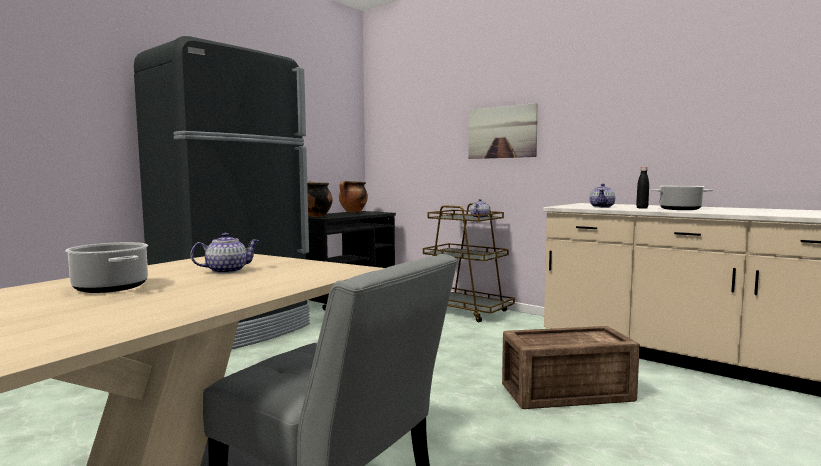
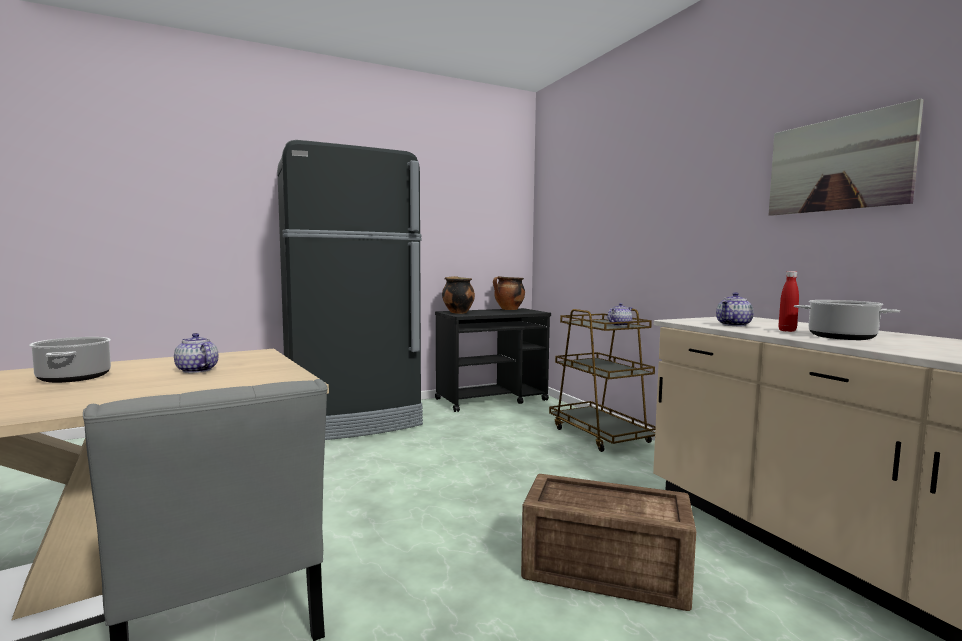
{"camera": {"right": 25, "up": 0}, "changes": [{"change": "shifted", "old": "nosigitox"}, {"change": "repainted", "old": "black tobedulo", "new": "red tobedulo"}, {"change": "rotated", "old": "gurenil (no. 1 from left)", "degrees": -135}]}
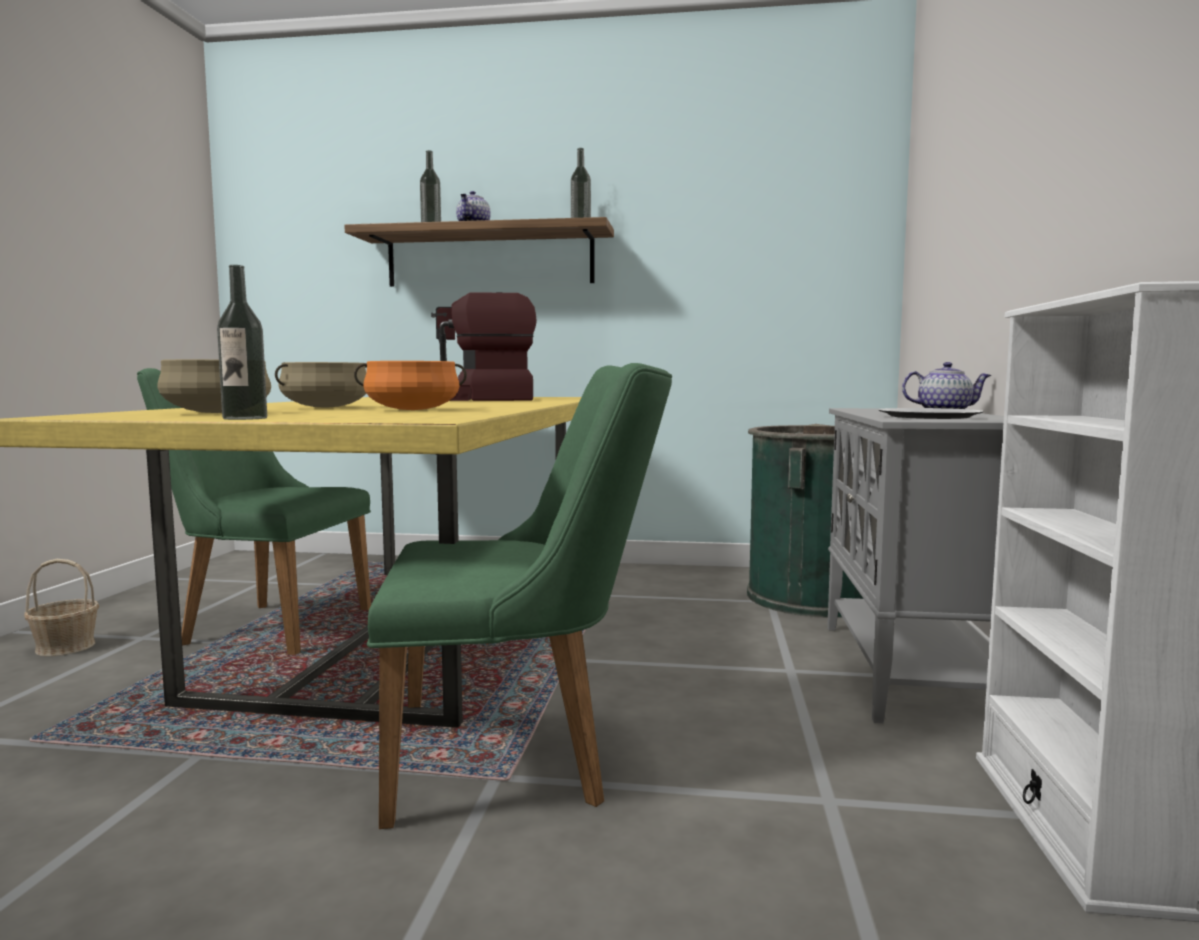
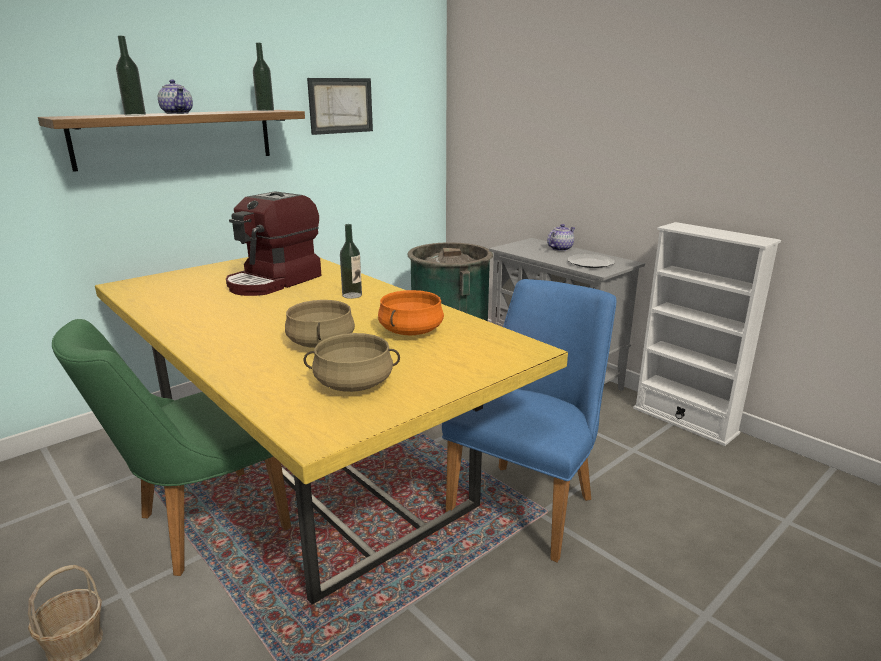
{"camera": {"right": -50, "up": 15}, "changes": [{"change": "shifted", "old": "tobedulo (no. 1 from left in the first image)", "new": "tobedulo (no. 3 from left)"}, {"change": "repainted", "old": "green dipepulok (no. 2 from left)", "new": "blue dipepulok"}, {"change": "new", "new": "nosigitox"}]}
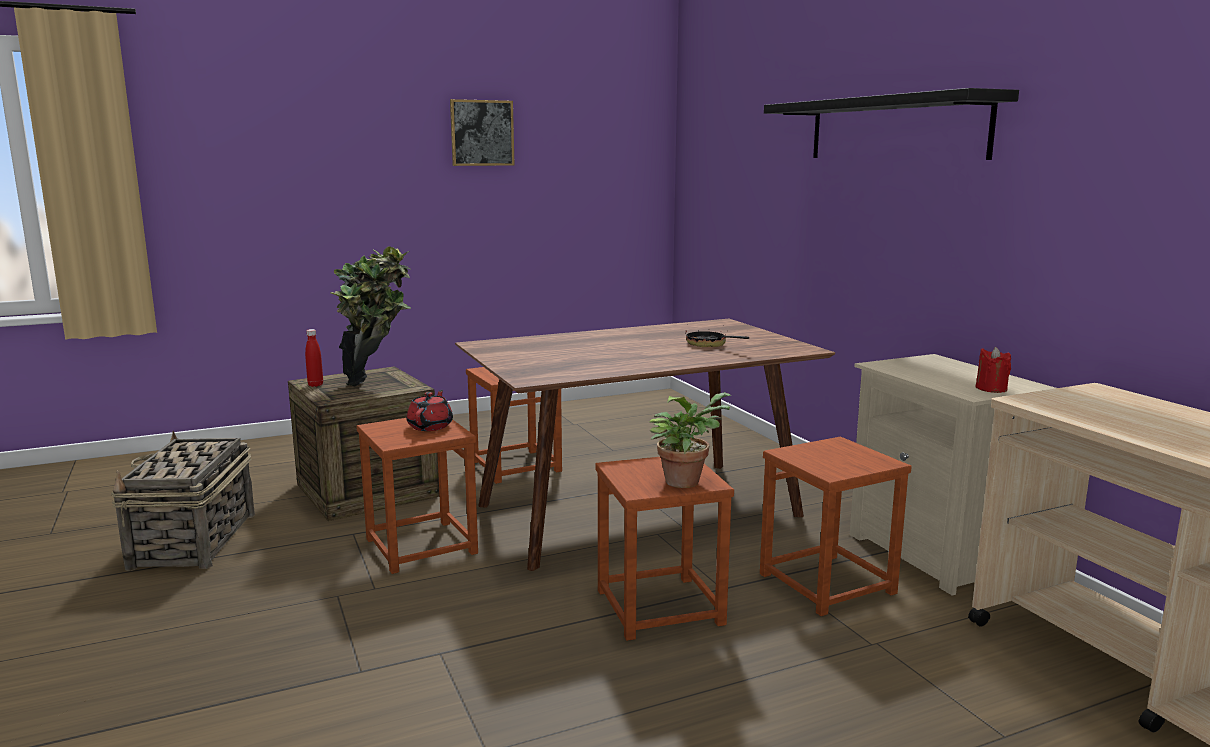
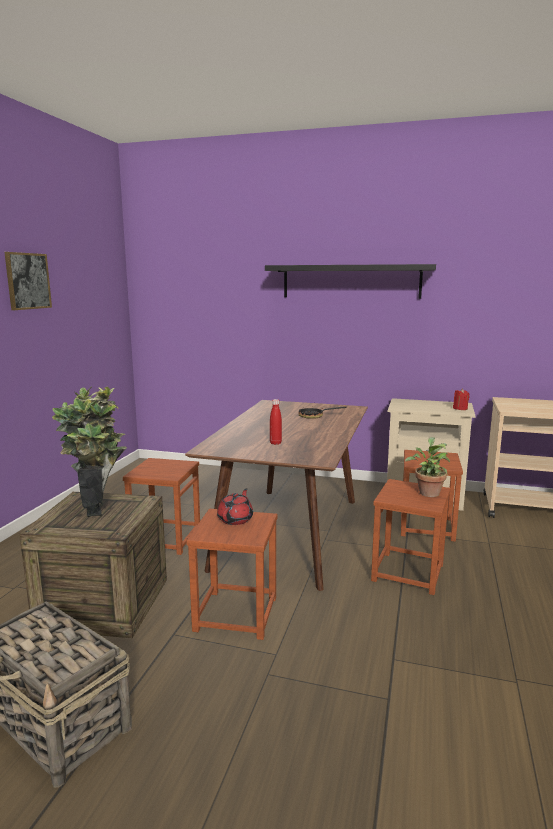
{"camera": {"right": -50, "up": 0}, "changes": [{"change": "shifted", "old": "red tobedulo"}, {"change": "rotated", "old": "red gurenil", "degrees": 60}]}
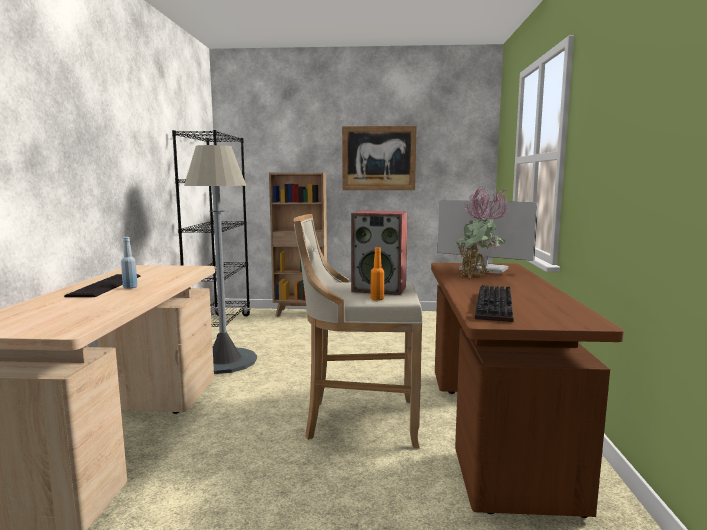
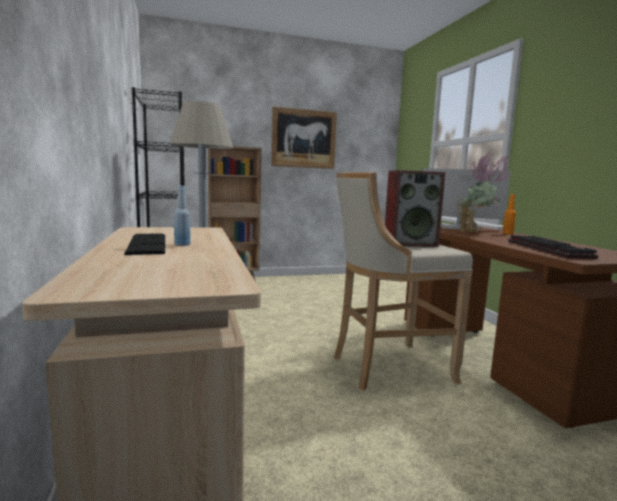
{"camera": {"right": -20, "up": 0}, "changes": [{"change": "shifted", "old": "orange tobedulo"}]}
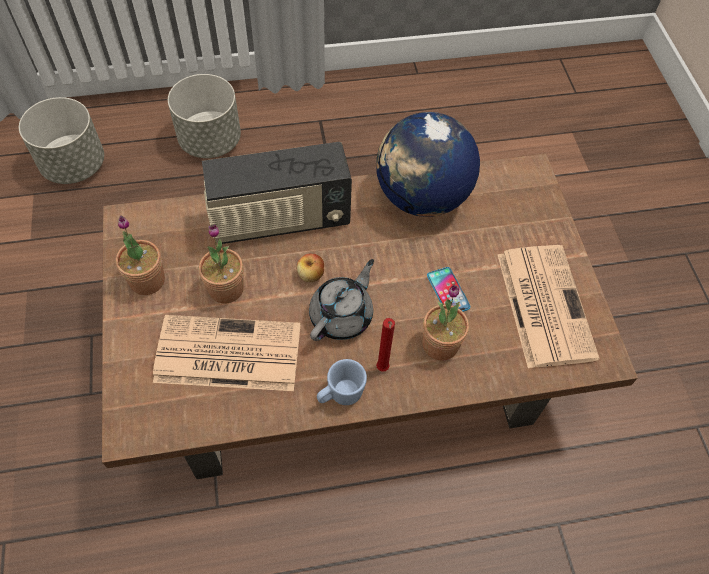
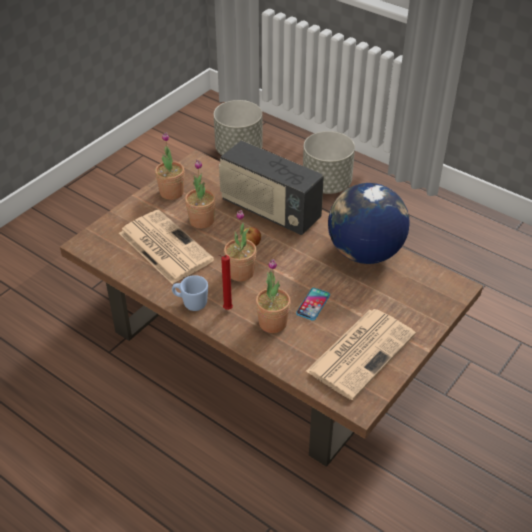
{"camera": {"right": 50, "up": -15}, "changes": [{"change": "swapped", "old": "grey gurenil", "new": "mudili (no. 3 from left)"}]}
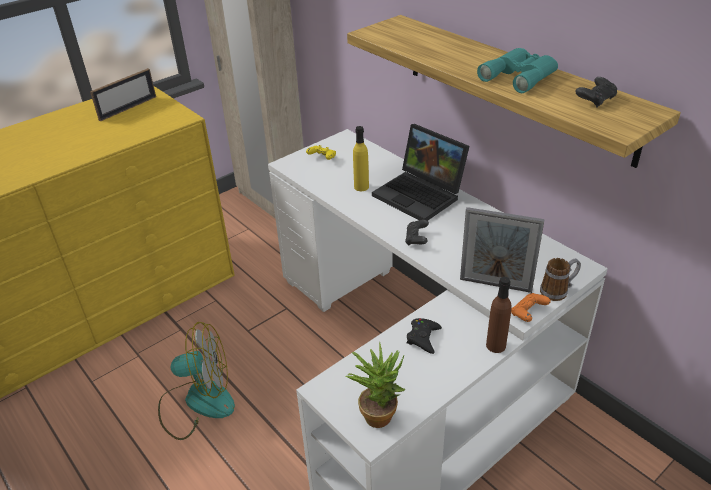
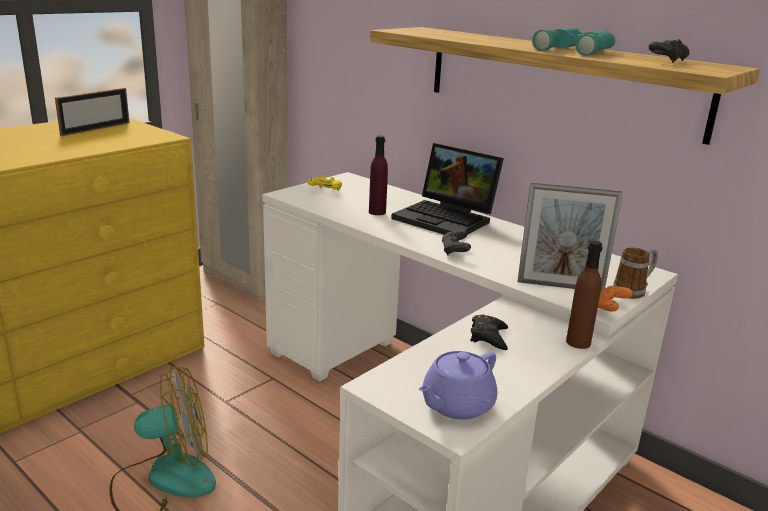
{"camera": {"right": -10, "up": -15}, "changes": [{"change": "repainted", "old": "yellow tobedulo", "new": "purple tobedulo"}, {"change": "swapped", "old": "mudili", "new": "purple gurenil"}]}
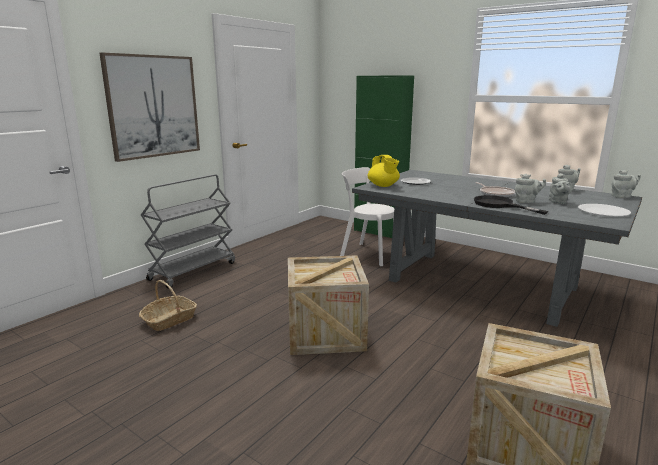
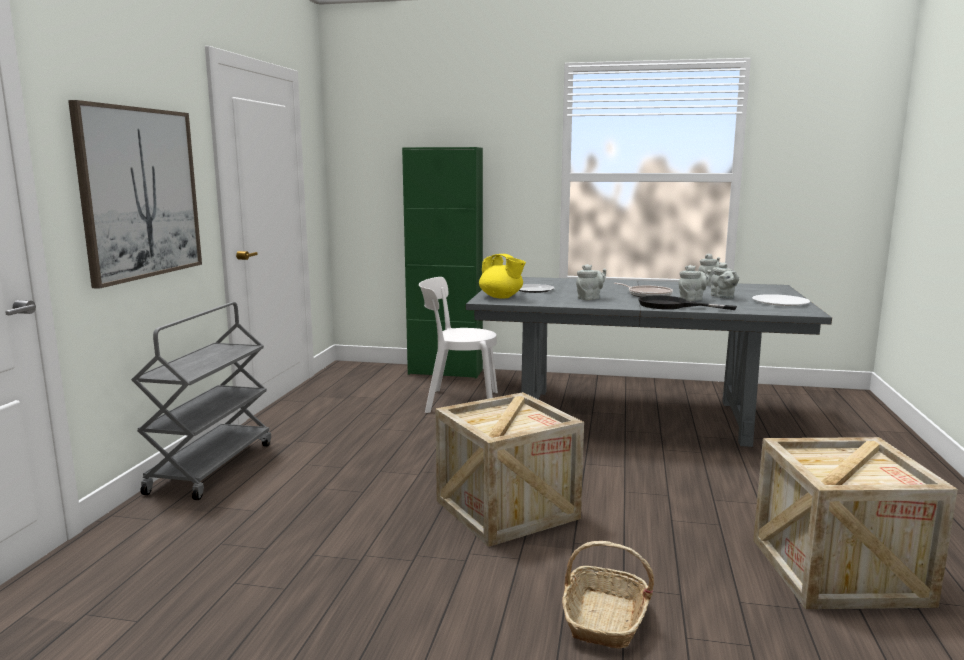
{"camera": {"right": -25, "up": -5}, "changes": [{"change": "shifted", "old": "grey gurenil (no. 4 from left in the first image)", "new": "grey gurenil (no. 1 from left)"}, {"change": "shifted", "old": "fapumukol"}]}
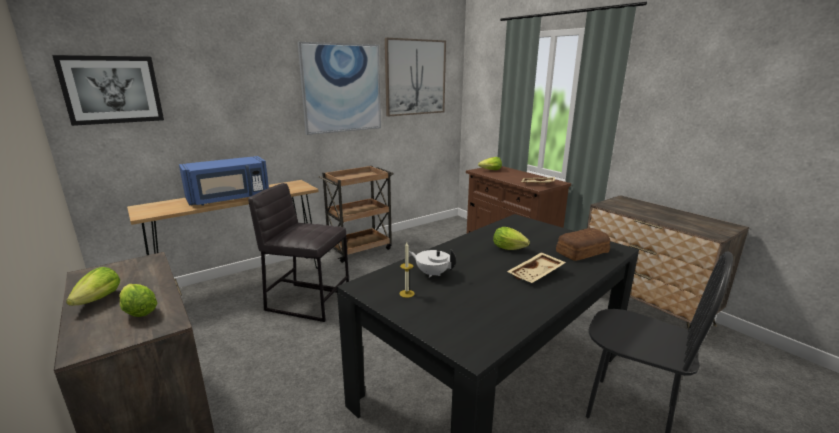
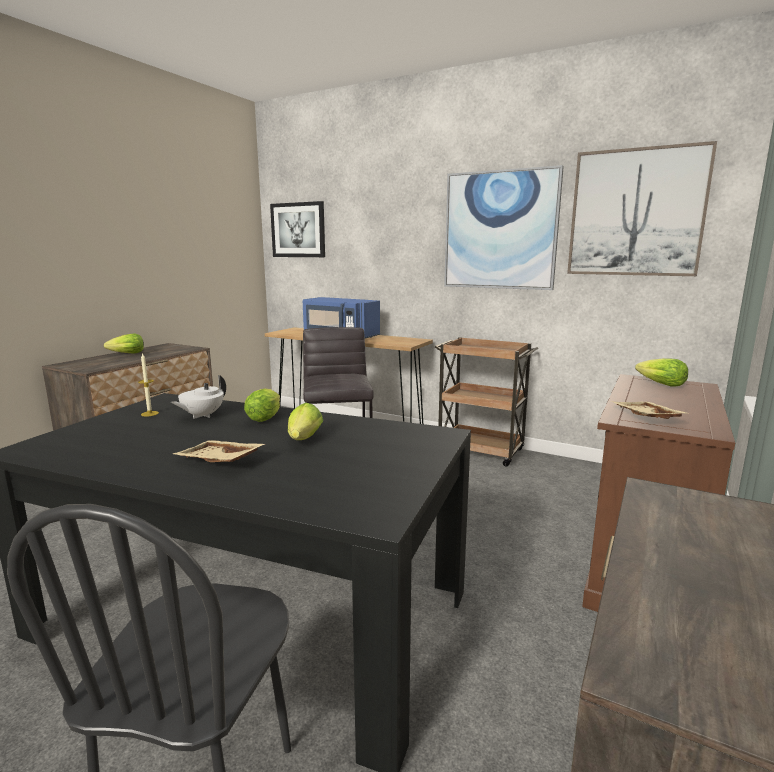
{"camera": {"right": 65, "up": -5}, "changes": [{"change": "gone", "old": "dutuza"}, {"change": "rotated", "old": "white gurenil", "degrees": -150}, {"change": "shifted", "old": "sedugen (no. 2 from left)"}]}
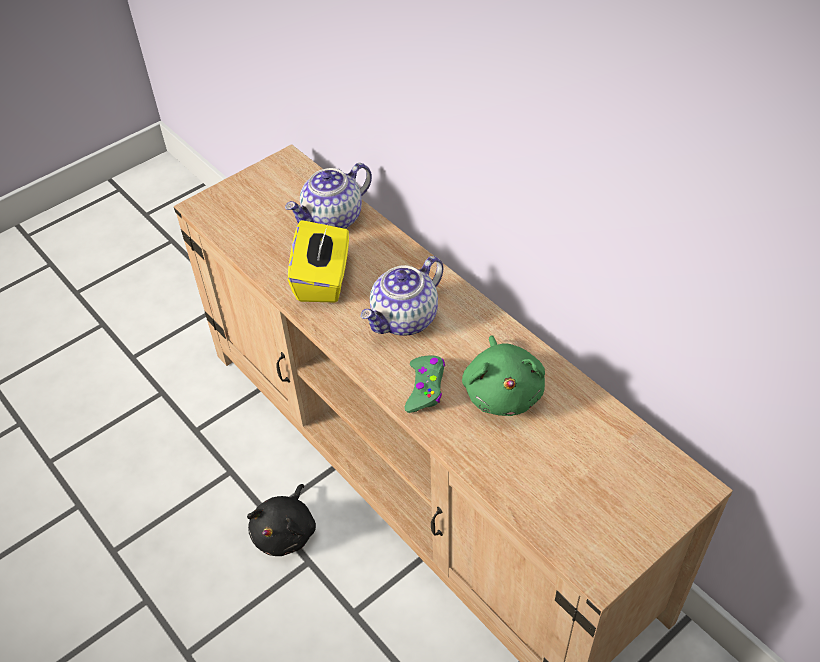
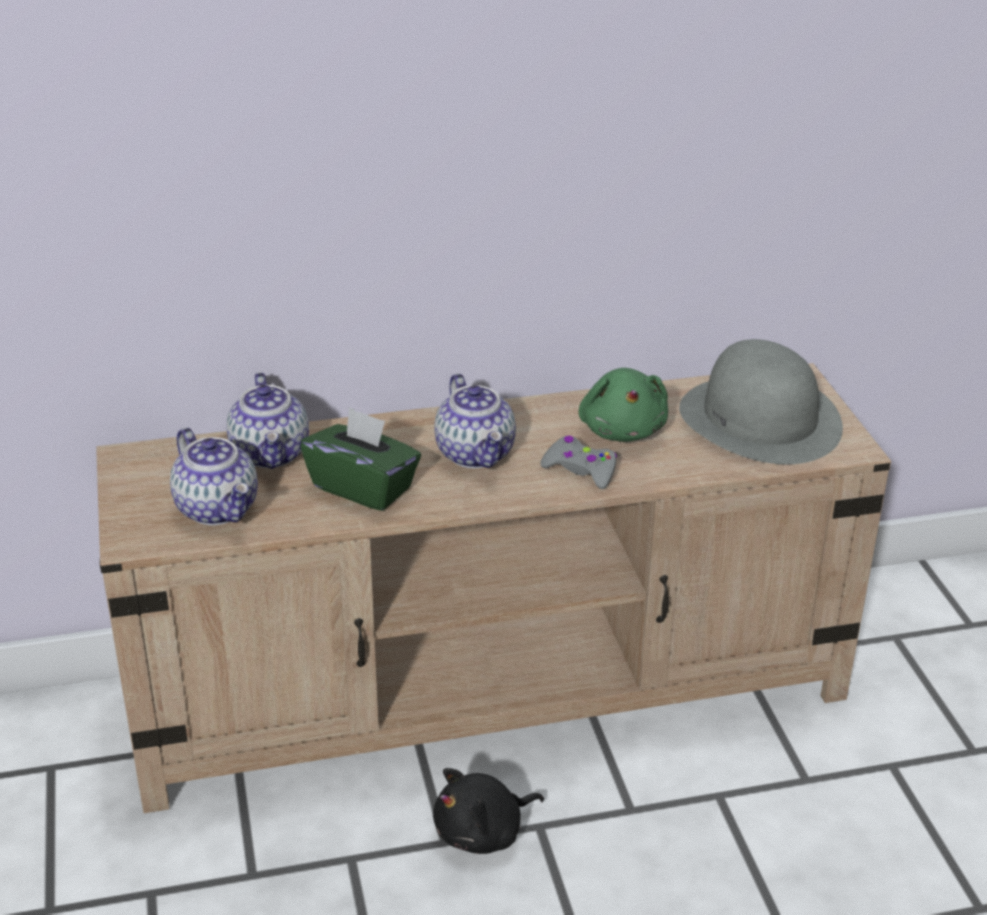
{"camera": {"right": -65, "up": -15}, "changes": [{"change": "repainted", "old": "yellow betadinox", "new": "green betadinox"}, {"change": "rotated", "old": "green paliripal", "degrees": 60}, {"change": "repainted", "old": "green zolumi", "new": "grey zolumi"}, {"change": "rotated", "old": "black paliripal", "degrees": 105}, {"change": "new", "new": "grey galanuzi"}, {"change": "new", "new": "gurenil (no. 1 from left)"}]}
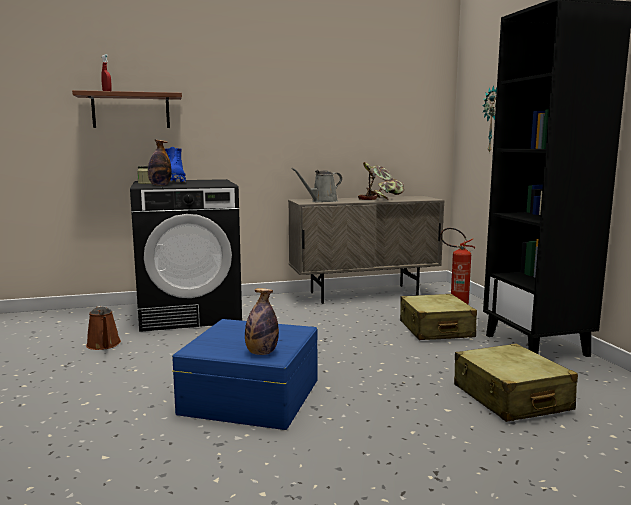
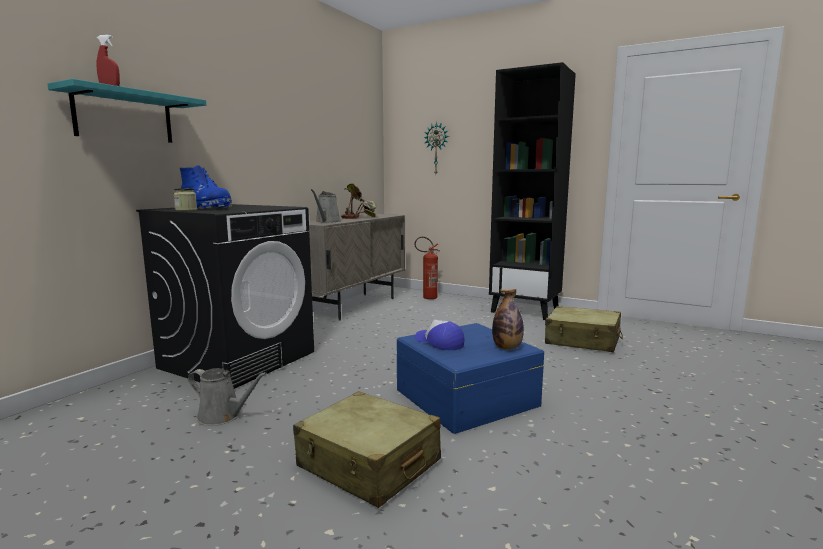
{"camera": {"right": -45, "up": 0}, "changes": [{"change": "repainted", "old": "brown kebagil", "new": "turquoise kebagil"}, {"change": "gone", "old": "tobedulo (no. 1 from left)"}, {"change": "shifted", "old": "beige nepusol (no. 1 from left)"}, {"change": "repainted", "old": "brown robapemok", "new": "grey robapemok (no. 1 from left)"}, {"change": "new", "new": "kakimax"}]}
